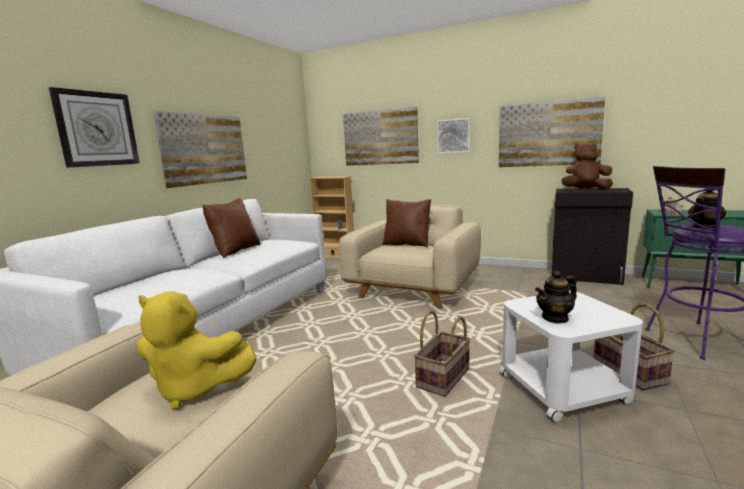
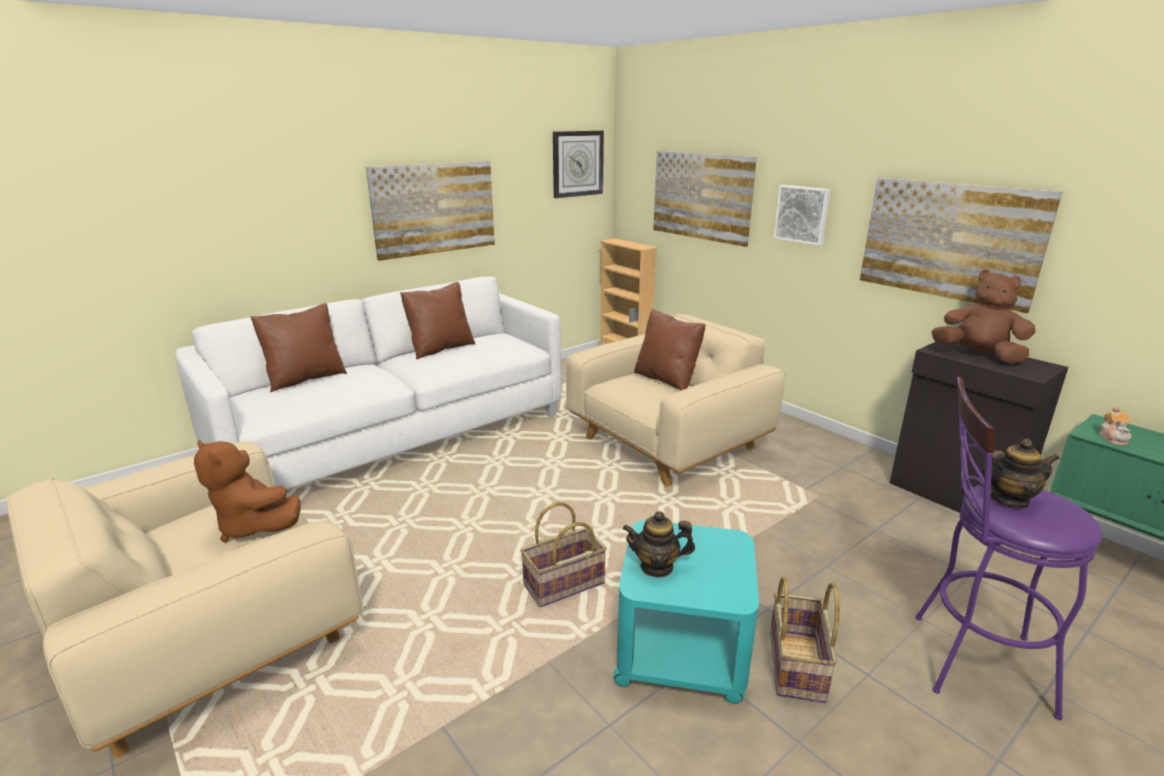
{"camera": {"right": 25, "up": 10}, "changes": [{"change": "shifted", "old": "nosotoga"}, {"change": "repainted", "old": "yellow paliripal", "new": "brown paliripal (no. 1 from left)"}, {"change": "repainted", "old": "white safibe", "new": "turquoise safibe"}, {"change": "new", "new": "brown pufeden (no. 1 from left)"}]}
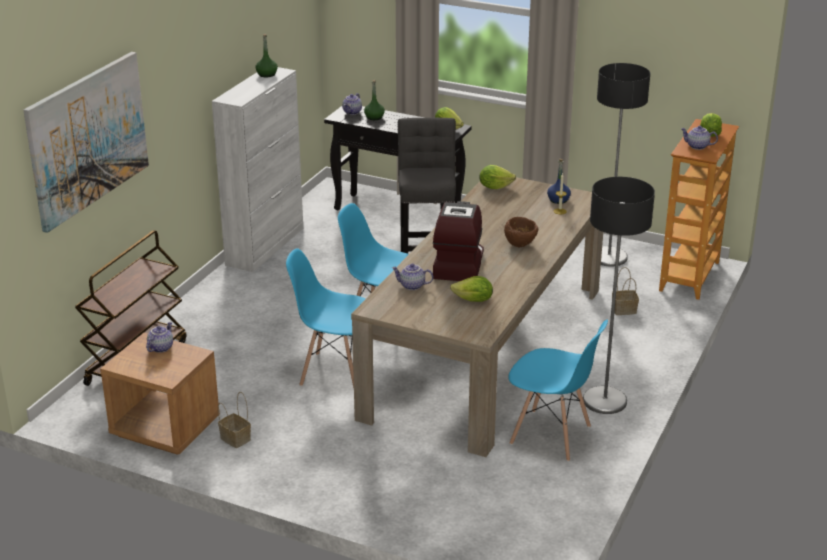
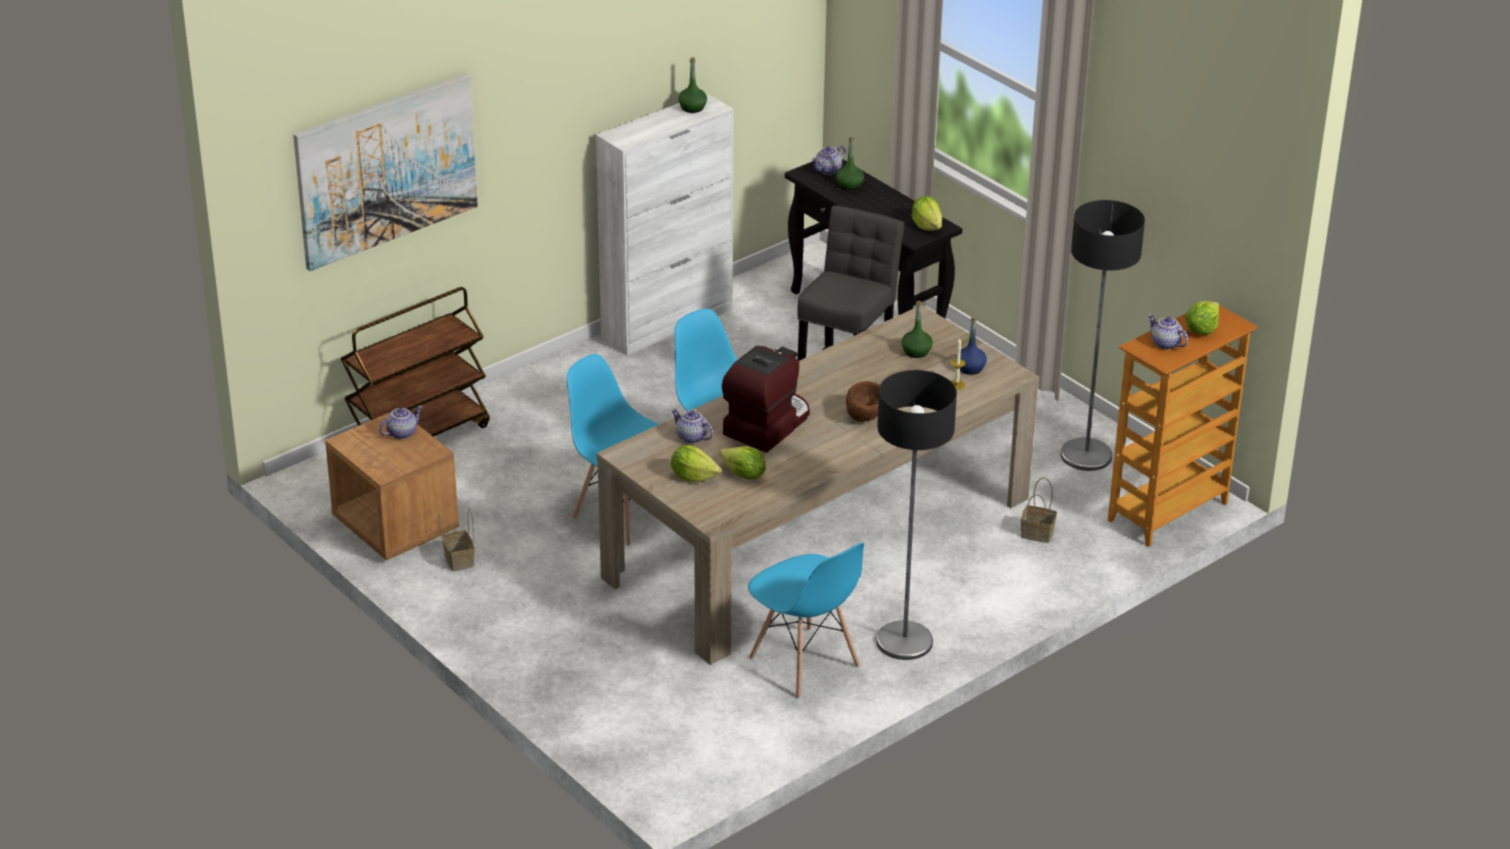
{"camera": {"right": 25, "up": 5}, "changes": [{"change": "shifted", "old": "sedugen (no. 3 from left in the first image)", "new": "sedugen (no. 1 from left)"}, {"change": "new", "new": "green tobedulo (no. 3 from left)"}]}
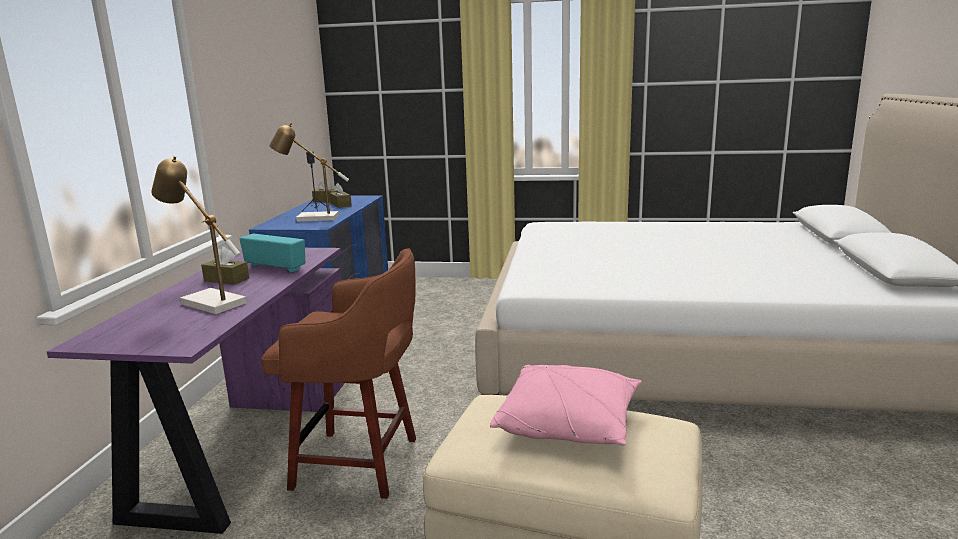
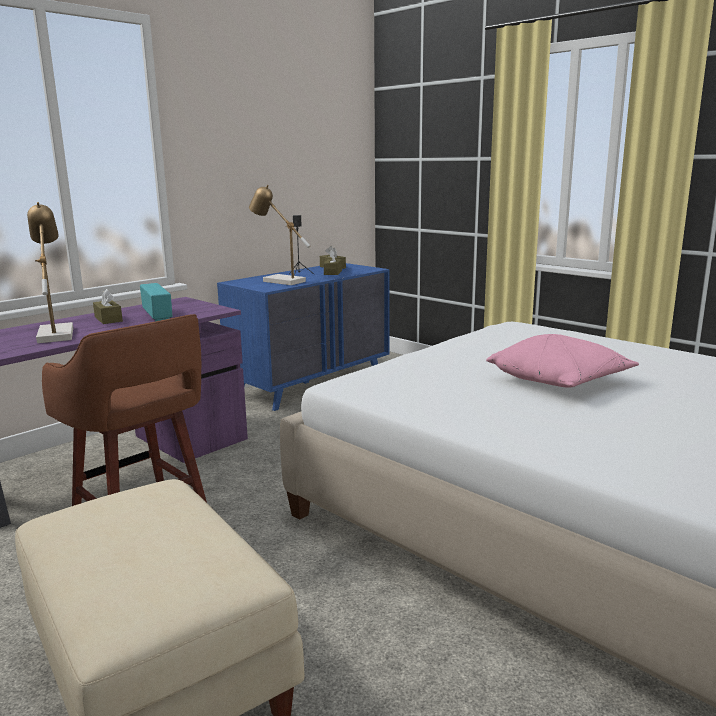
{"camera": {"right": 35, "up": 0}, "changes": [{"change": "shifted", "old": "pink pufeden"}]}
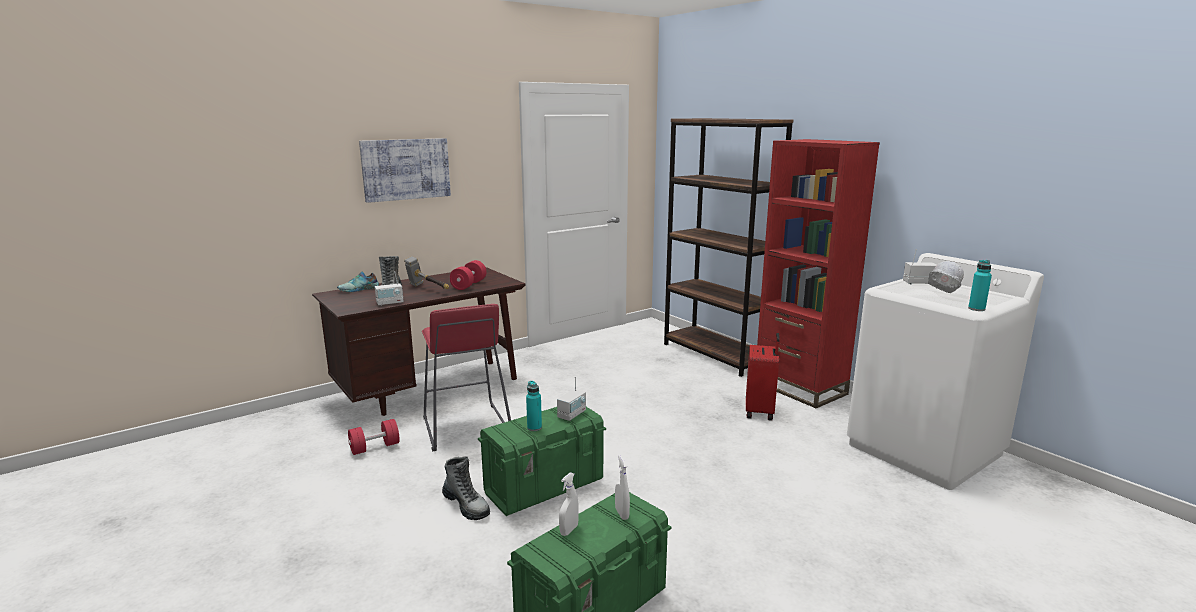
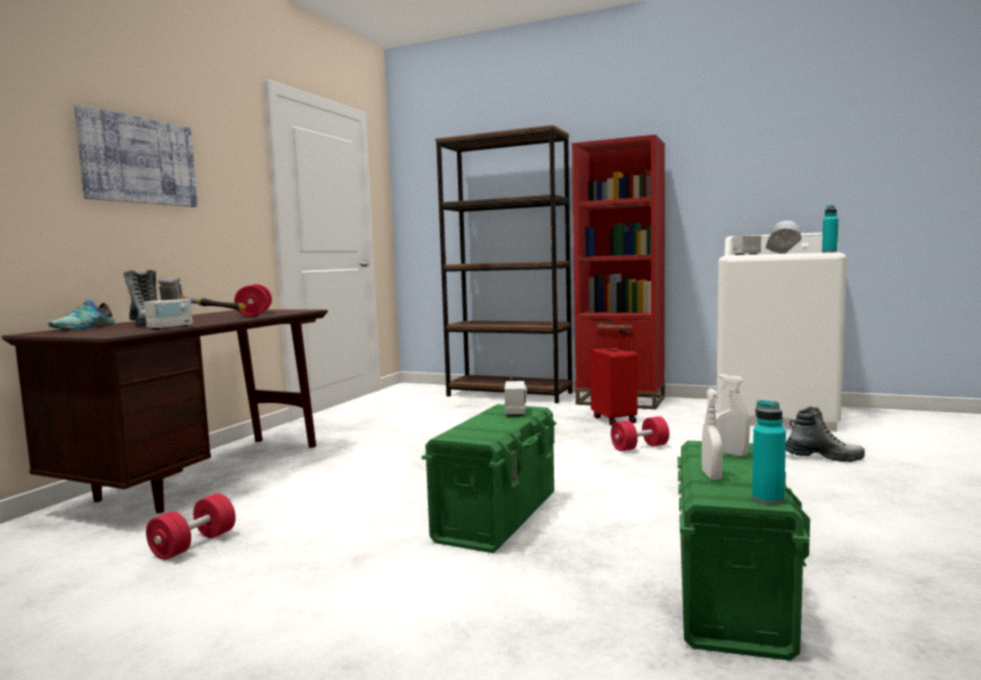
{"camera": {"right": -30, "up": -10}, "changes": [{"change": "gone", "old": "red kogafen"}, {"change": "shifted", "old": "turquoise tobedulo (no. 1 from left)"}, {"change": "shifted", "old": "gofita (no. 2 from left)"}, {"change": "new", "new": "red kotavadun (no. 3 from left)"}]}
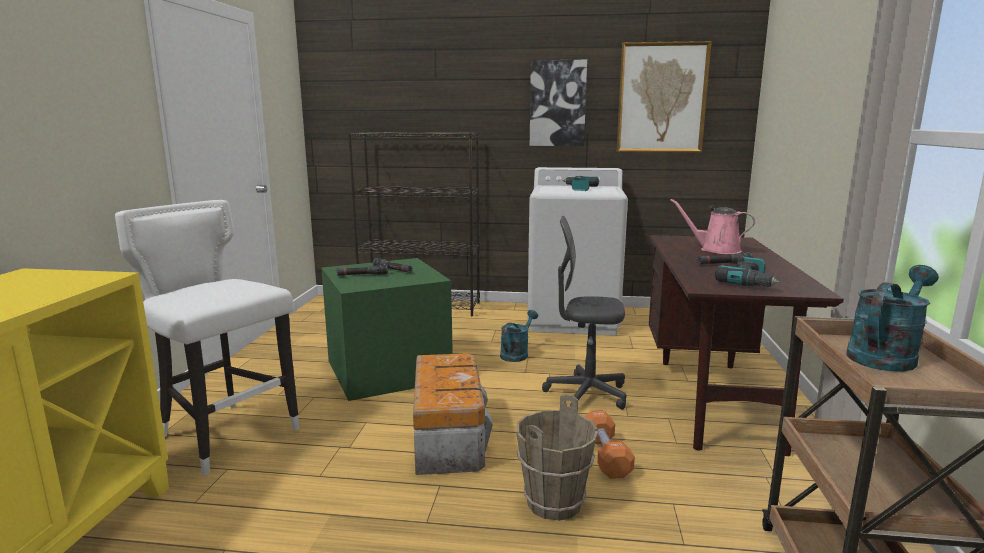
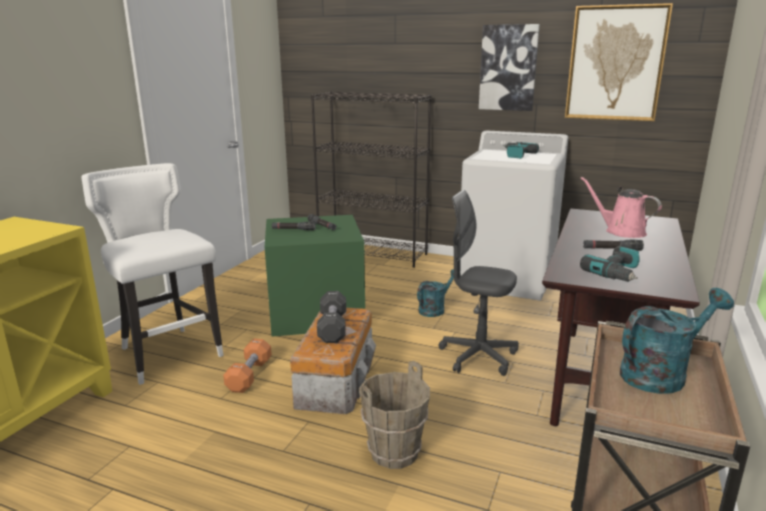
{"camera": {"right": 15, "up": 5}, "changes": [{"change": "shifted", "old": "orange kotavadun"}, {"change": "new", "new": "black kotavadun"}]}
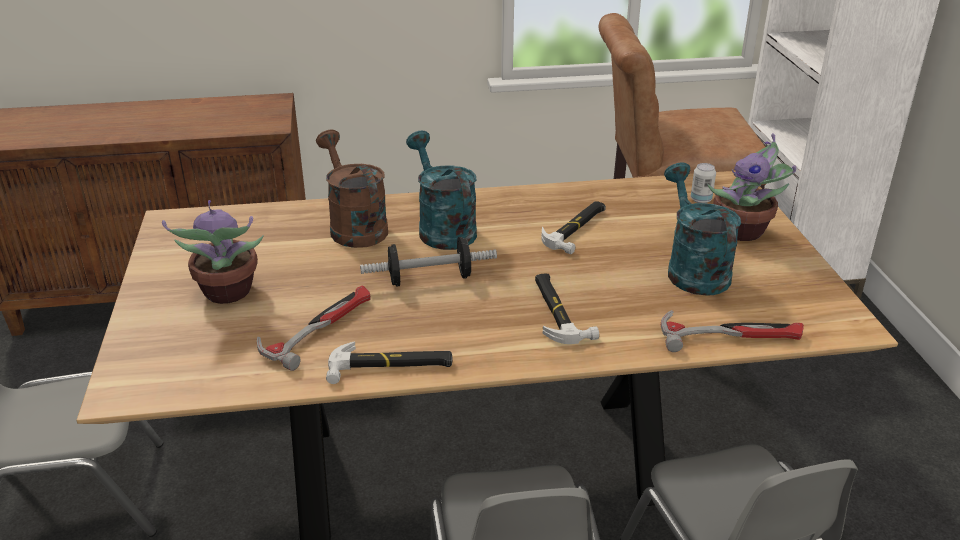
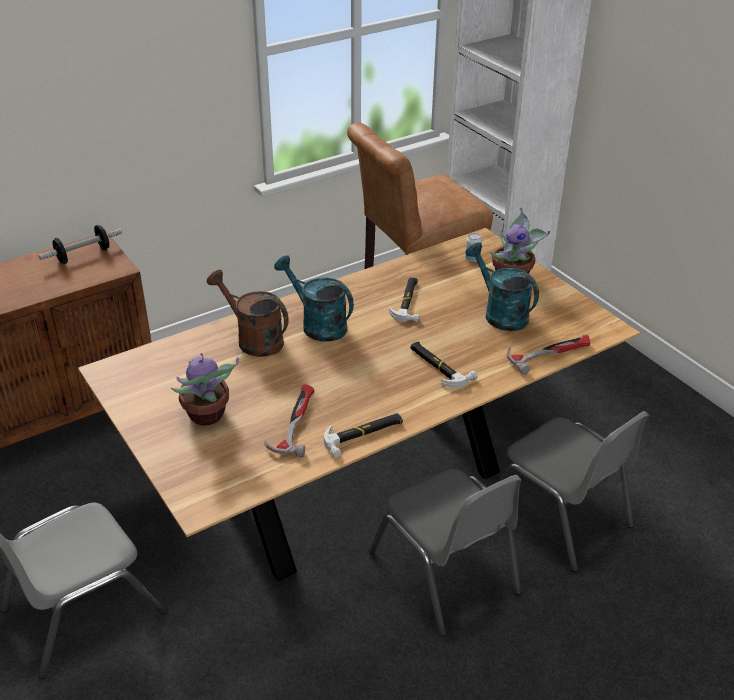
{"camera": {"right": -25, "up": 5}, "changes": [{"change": "shifted", "old": "kotavadun"}]}
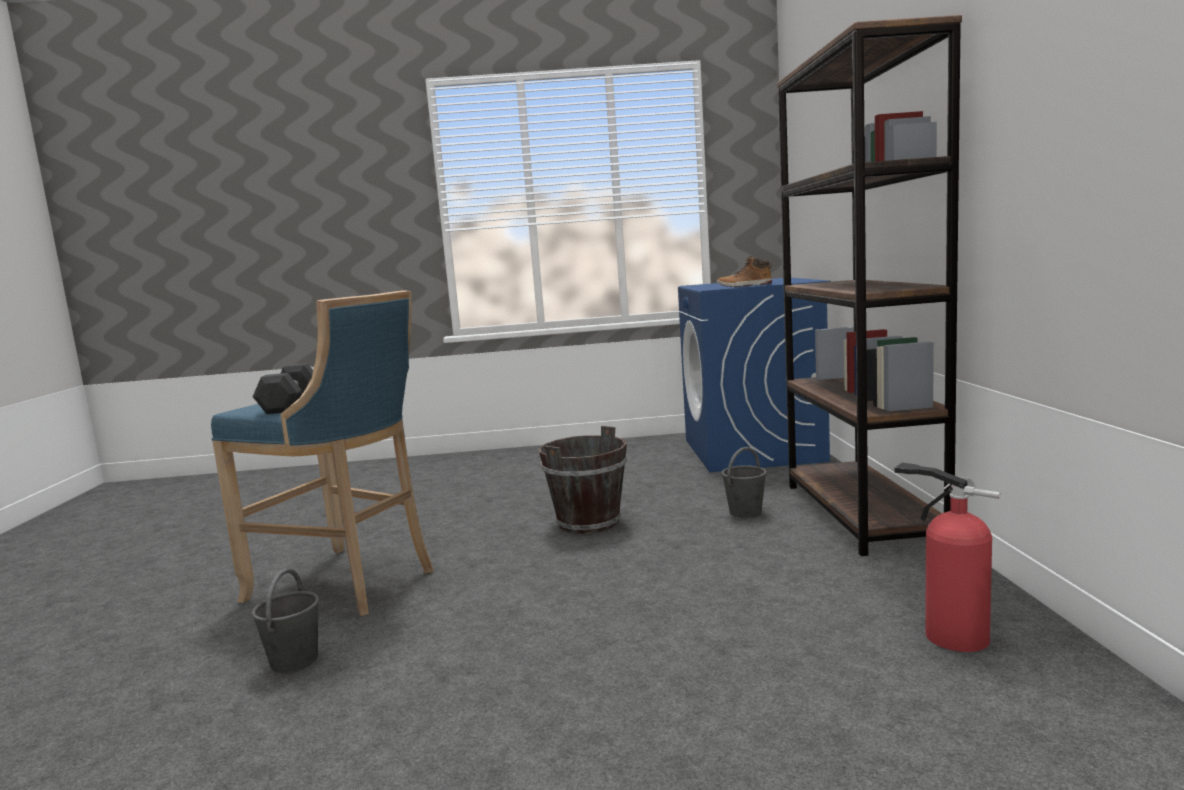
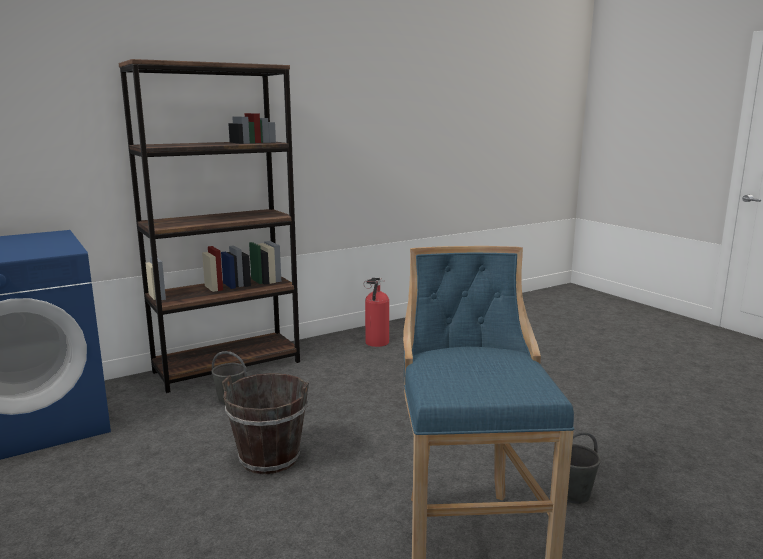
{"camera": {"right": -120, "up": 5}, "changes": [{"change": "gone", "old": "gofita"}, {"change": "gone", "old": "black kotavadun"}]}
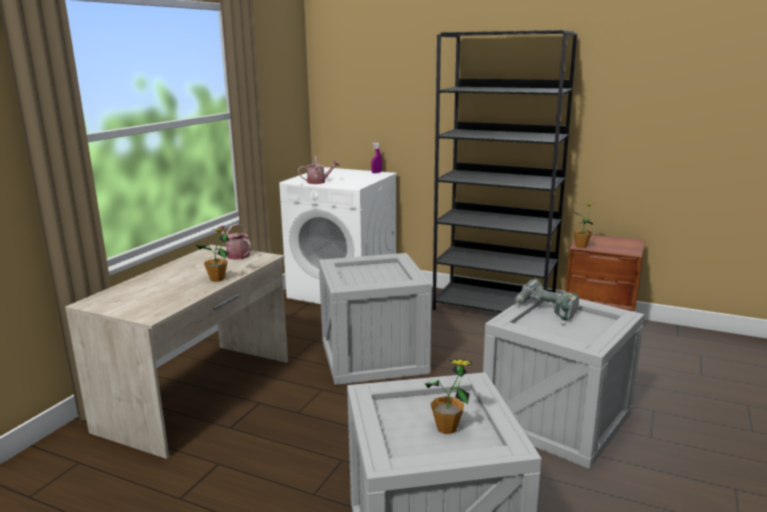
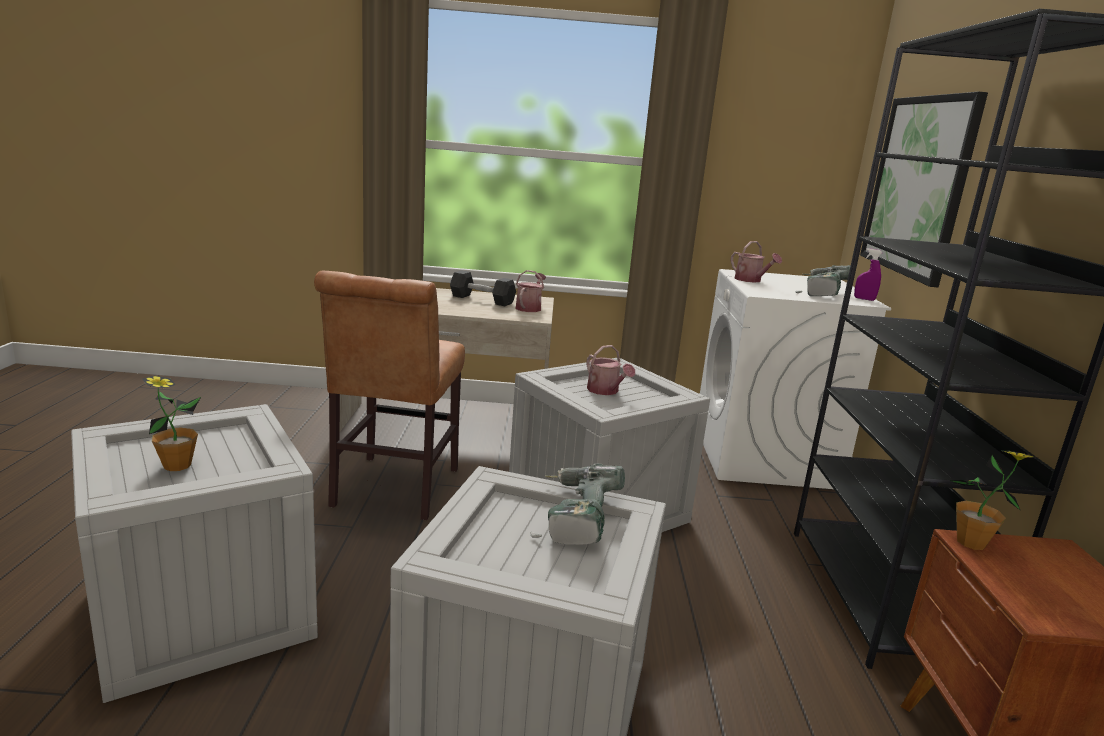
{"camera": {"right": 65, "up": 0}, "changes": [{"change": "gone", "old": "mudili (no. 1 from left)"}, {"change": "new", "new": "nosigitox"}, {"change": "new", "new": "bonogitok (no. 2 from left)"}, {"change": "new", "new": "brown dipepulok"}, {"change": "new", "new": "black kotavadun"}, {"change": "new", "new": "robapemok (no. 2 from left)"}]}
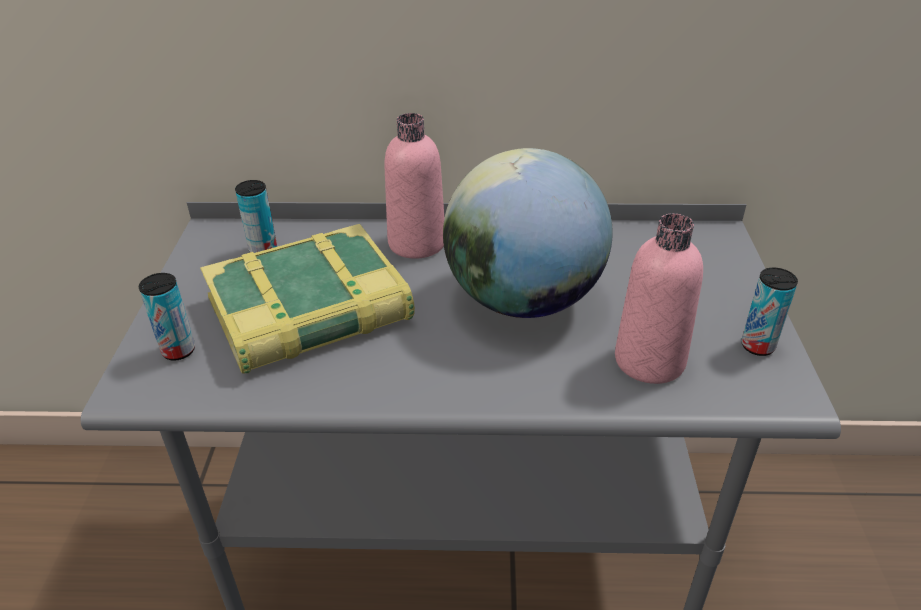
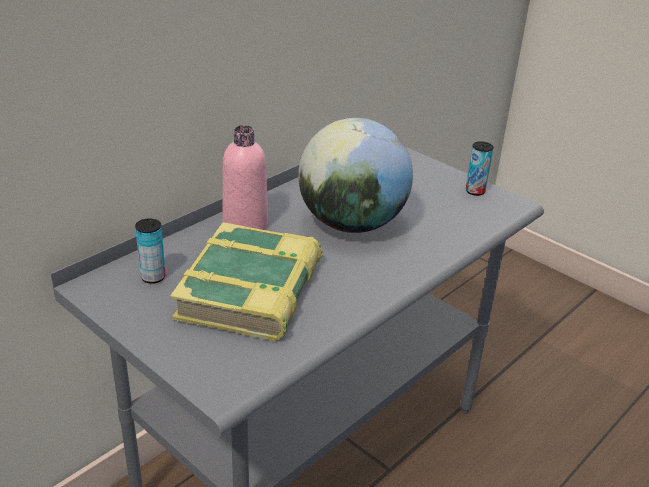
{"camera": {"right": -50, "up": -5}, "changes": [{"change": "gone", "old": "pink tobedulo (no. 2 from left)"}, {"change": "gone", "old": "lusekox (no. 1 from left)"}]}
